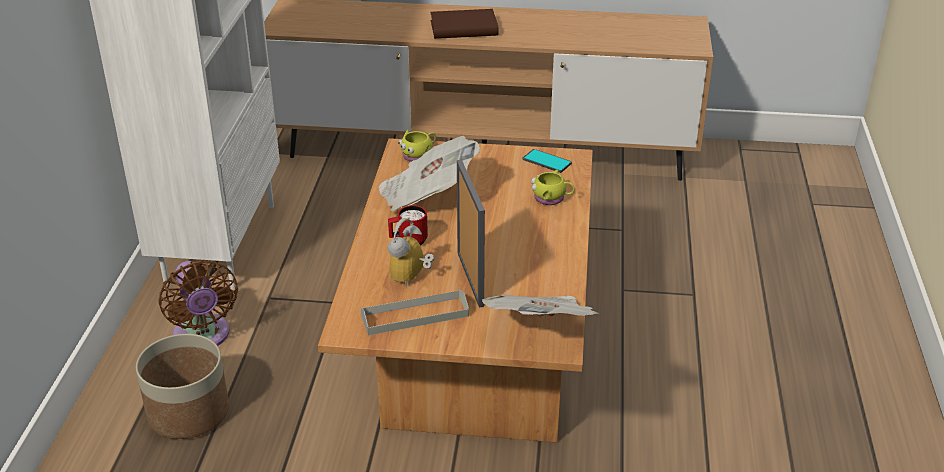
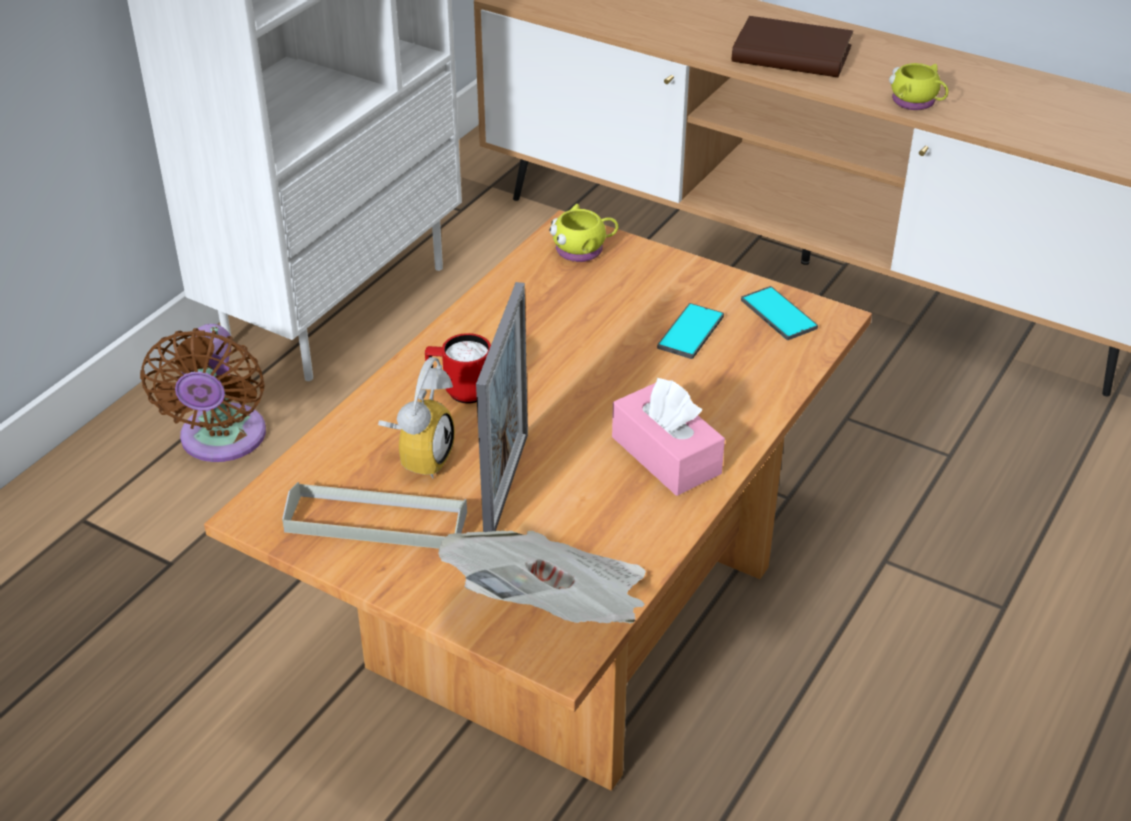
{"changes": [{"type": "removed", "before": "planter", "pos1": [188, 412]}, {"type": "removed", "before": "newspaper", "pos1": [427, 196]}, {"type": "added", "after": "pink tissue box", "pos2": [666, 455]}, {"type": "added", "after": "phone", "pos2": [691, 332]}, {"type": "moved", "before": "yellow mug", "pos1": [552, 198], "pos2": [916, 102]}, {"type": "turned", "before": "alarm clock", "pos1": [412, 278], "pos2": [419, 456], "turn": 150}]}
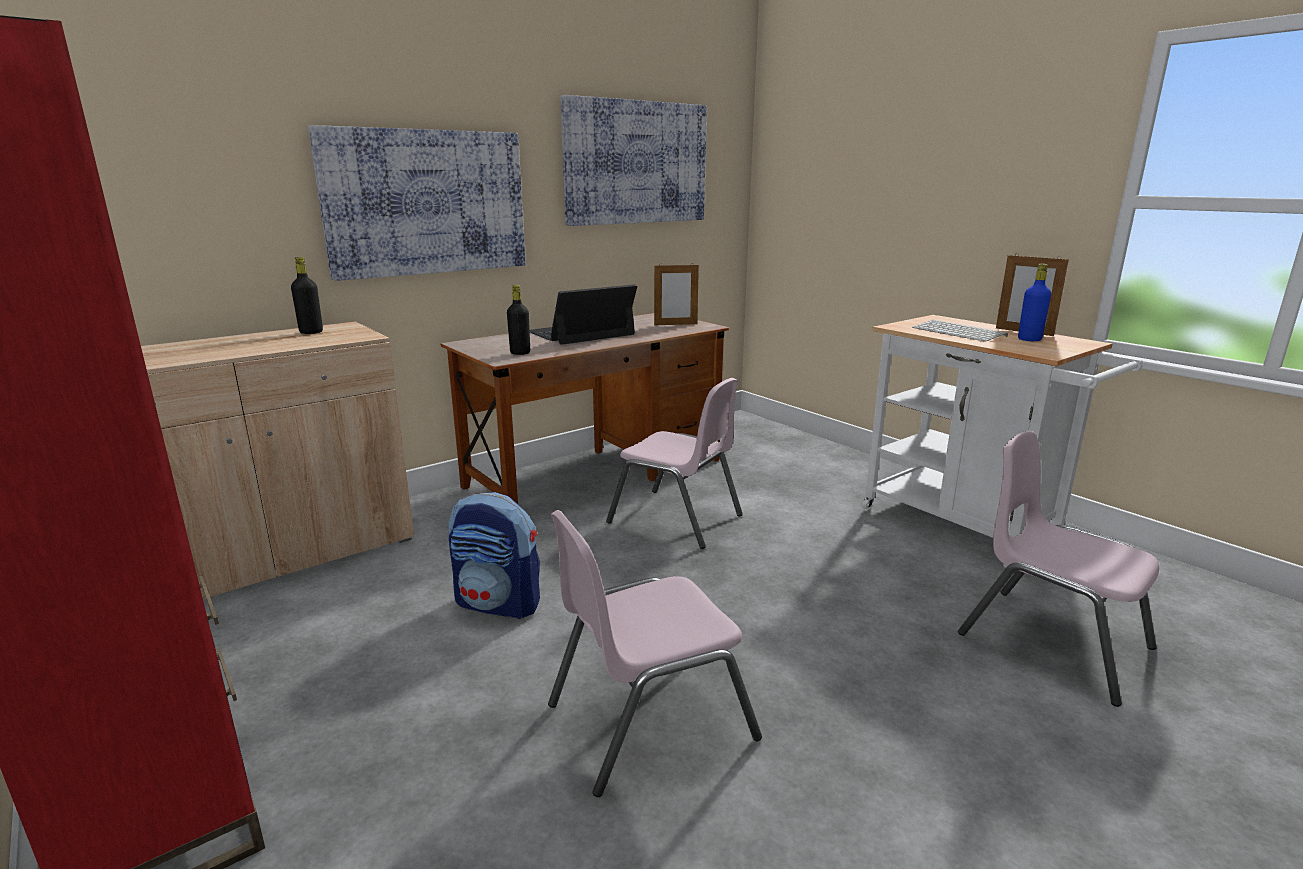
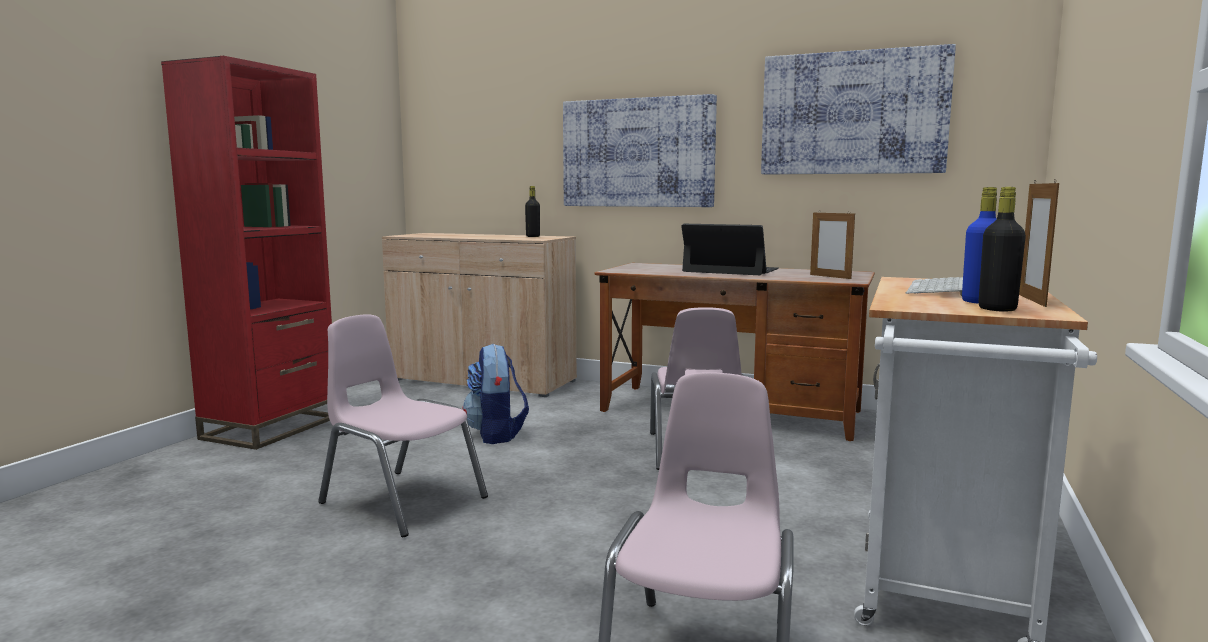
{"changes": [{"type": "moved", "before": "black bottle", "pos1": [520, 353], "pos2": [997, 309]}]}
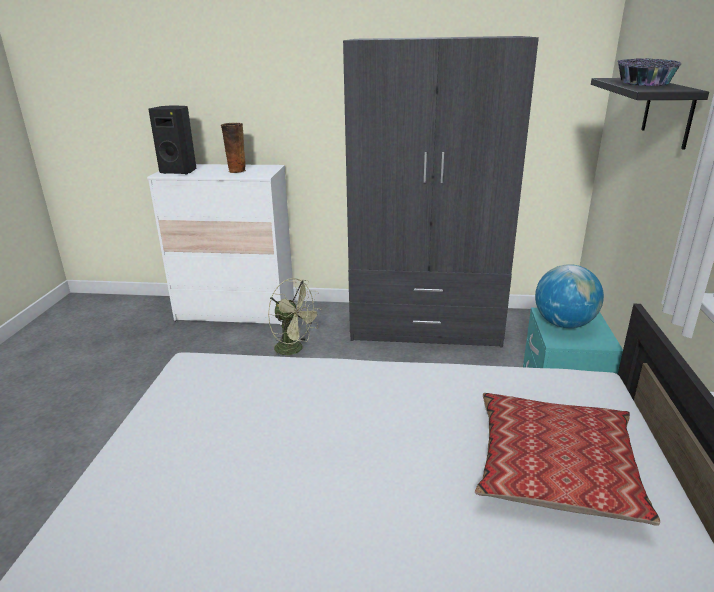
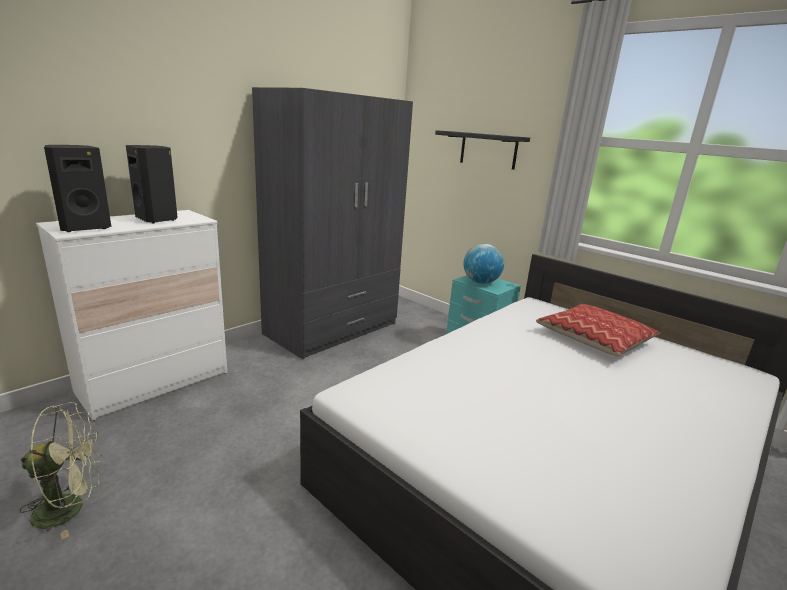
{"changes": [{"type": "removed", "before": "bowl", "pos1": [644, 84]}, {"type": "moved", "before": "green fan", "pos1": [294, 349], "pos2": [70, 508]}, {"type": "replaced", "before": "vase", "after": "black speaker", "pos1": [236, 171], "pos2": [158, 219]}]}
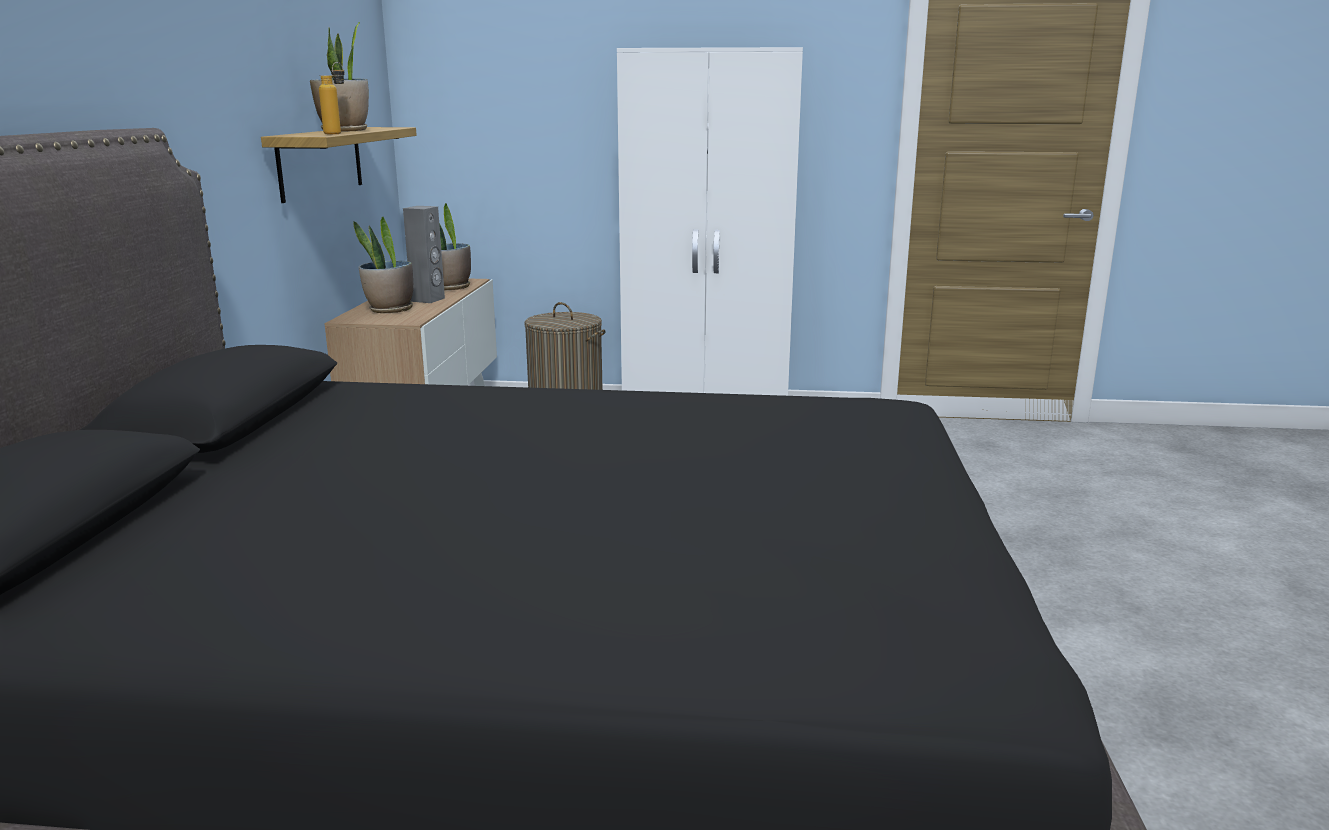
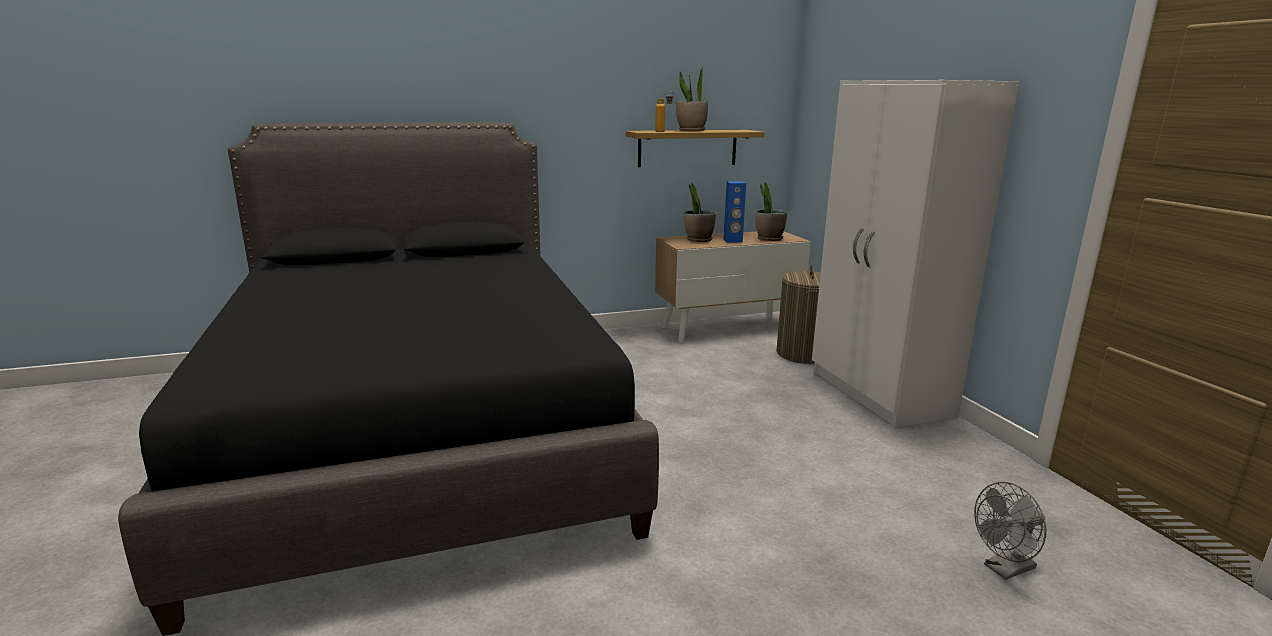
{"changes": [{"type": "added", "after": "grey fan", "pos2": [1004, 569]}, {"type": "recoloured", "before": "grey speaker", "after": "blue speaker", "pos1": [428, 300], "pos2": [733, 241]}]}
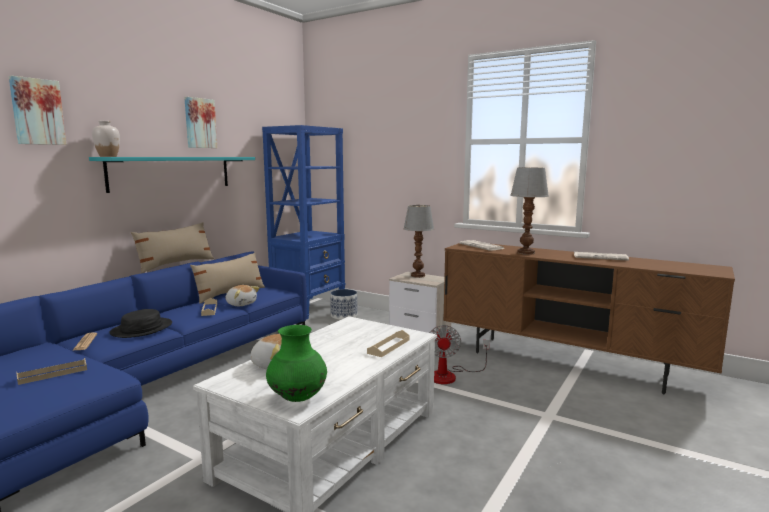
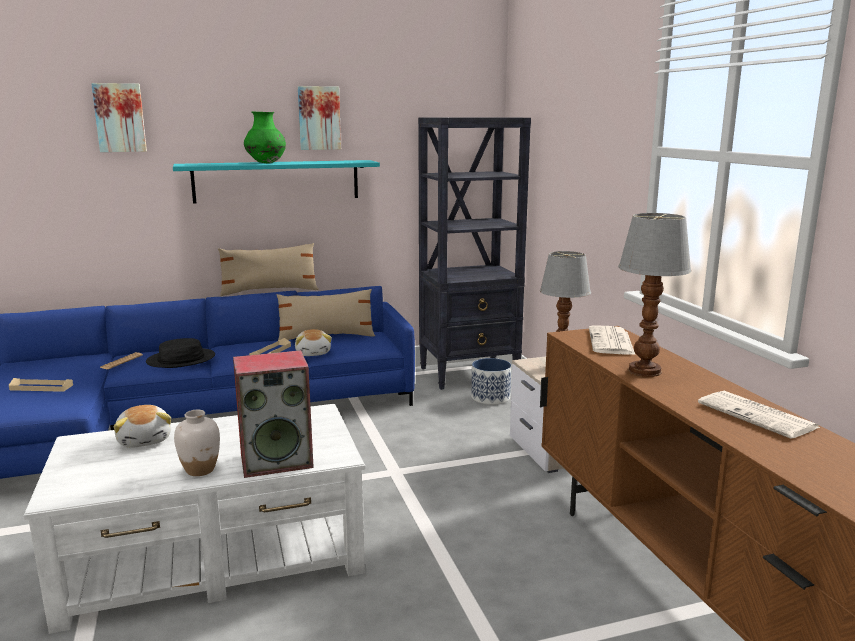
{"changes": [{"type": "removed", "before": "fan", "pos1": [450, 375]}, {"type": "moved", "before": "white vase", "pos1": [108, 156], "pos2": [200, 470]}, {"type": "moved", "before": "green vase", "pos1": [298, 398], "pos2": [266, 163]}, {"type": "replaced", "before": "beige tray", "after": "speaker", "pos1": [389, 346], "pos2": [277, 460]}, {"type": "recoloured", "before": "blue bookcase", "after": "black bookcase", "pos1": [309, 307], "pos2": [469, 374]}]}
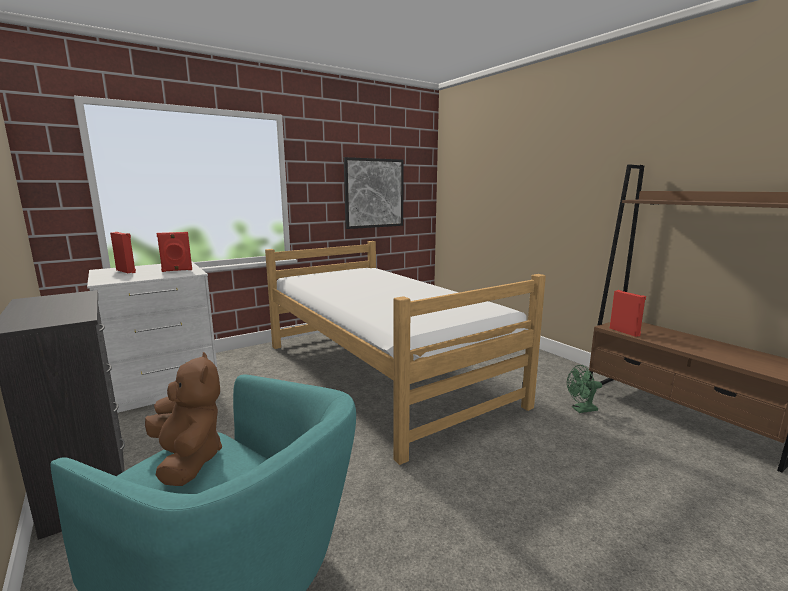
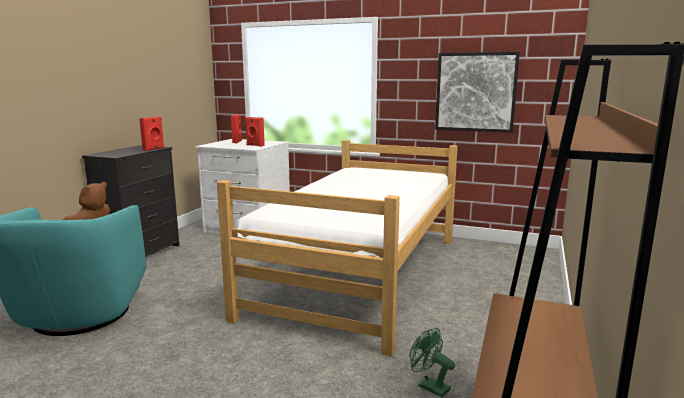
{"changes": [{"type": "moved", "before": "red speaker", "pos1": [625, 332], "pos2": [154, 149]}]}
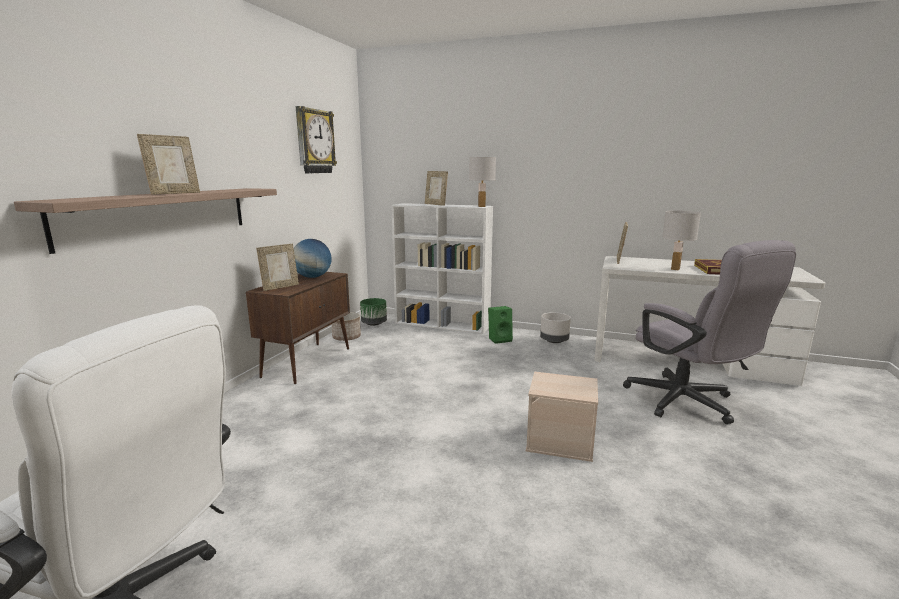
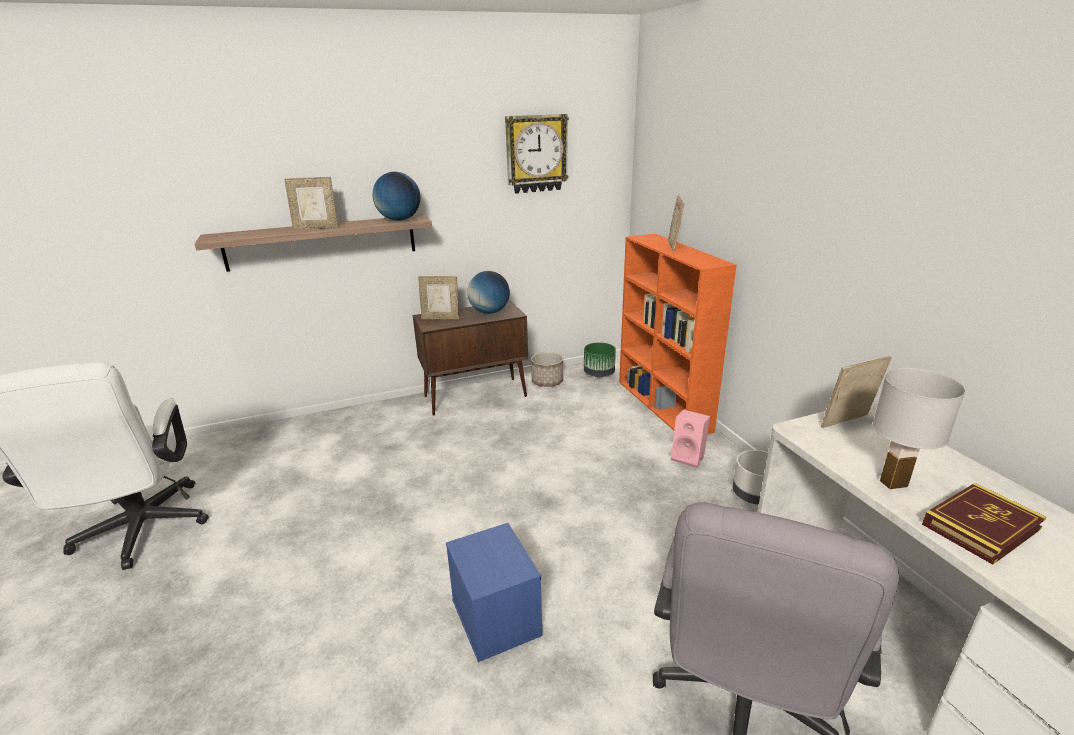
{"changes": [{"type": "removed", "before": "white table lamp", "pos1": [482, 206]}, {"type": "added", "after": "globe", "pos2": [399, 220]}, {"type": "recoloured", "before": "white bookcase", "after": "orange bookcase", "pos1": [443, 324], "pos2": [664, 406]}, {"type": "recoloured", "before": "green speaker", "after": "pink speaker", "pos1": [500, 339], "pos2": [689, 457]}, {"type": "recoloured", "before": "beige storage box", "after": "blue storage box", "pos1": [561, 441], "pos2": [497, 618]}]}
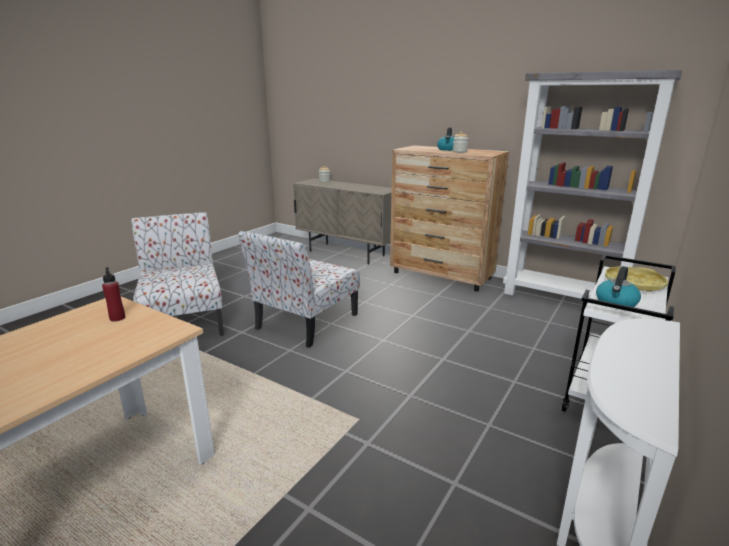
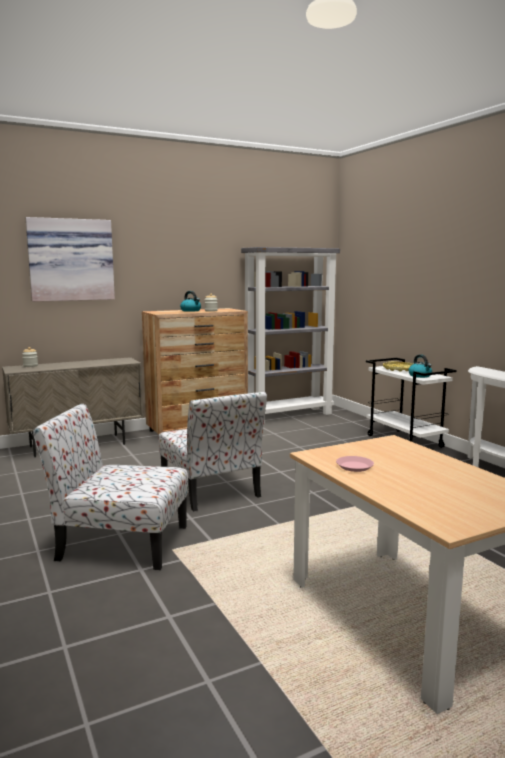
{"changes": [{"type": "removed", "before": "red bottle", "pos1": [117, 318]}, {"type": "added", "after": "picture", "pos2": [71, 260]}, {"type": "added", "after": "pink plate", "pos2": [354, 466]}]}
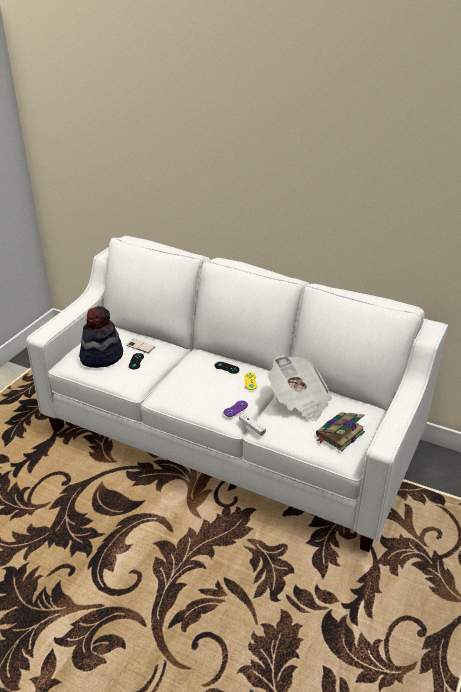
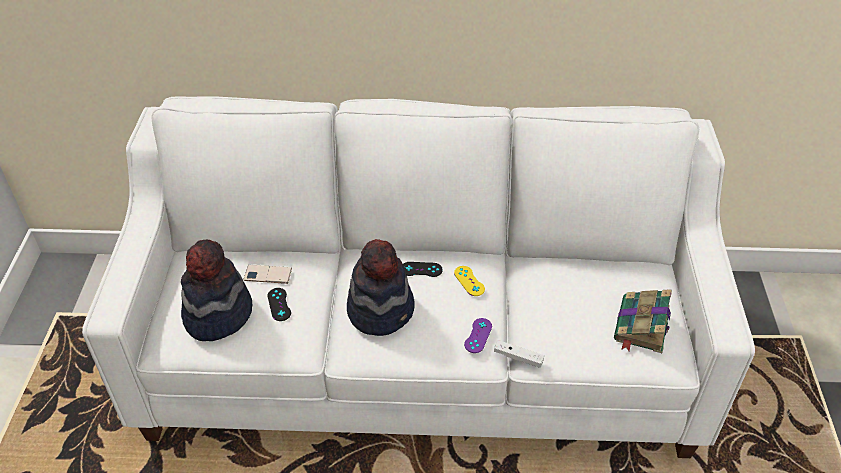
{"changes": [{"type": "removed", "before": "newspaper", "pos1": [299, 401]}, {"type": "added", "after": "hat", "pos2": [381, 309]}]}
